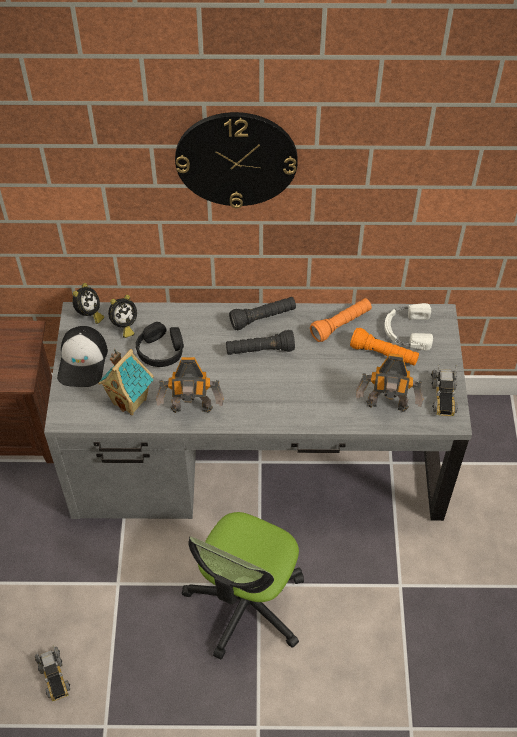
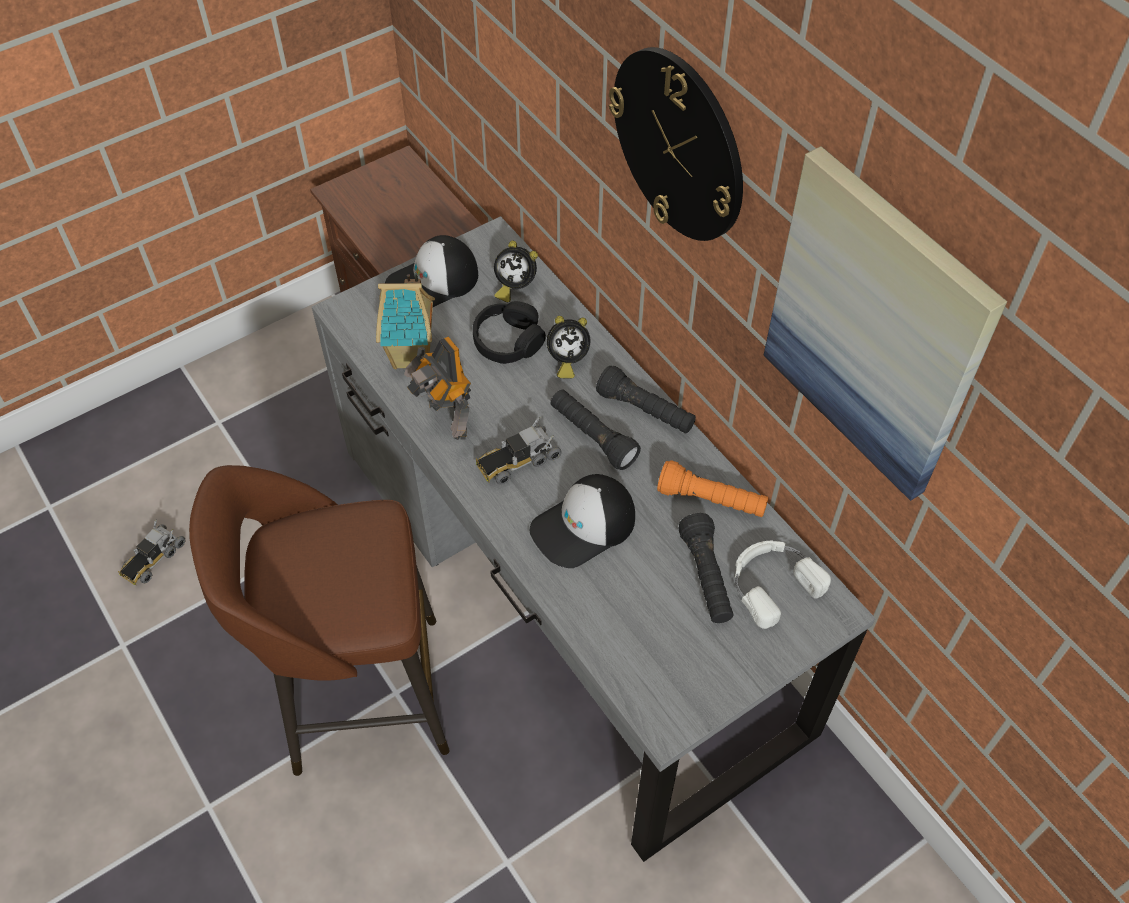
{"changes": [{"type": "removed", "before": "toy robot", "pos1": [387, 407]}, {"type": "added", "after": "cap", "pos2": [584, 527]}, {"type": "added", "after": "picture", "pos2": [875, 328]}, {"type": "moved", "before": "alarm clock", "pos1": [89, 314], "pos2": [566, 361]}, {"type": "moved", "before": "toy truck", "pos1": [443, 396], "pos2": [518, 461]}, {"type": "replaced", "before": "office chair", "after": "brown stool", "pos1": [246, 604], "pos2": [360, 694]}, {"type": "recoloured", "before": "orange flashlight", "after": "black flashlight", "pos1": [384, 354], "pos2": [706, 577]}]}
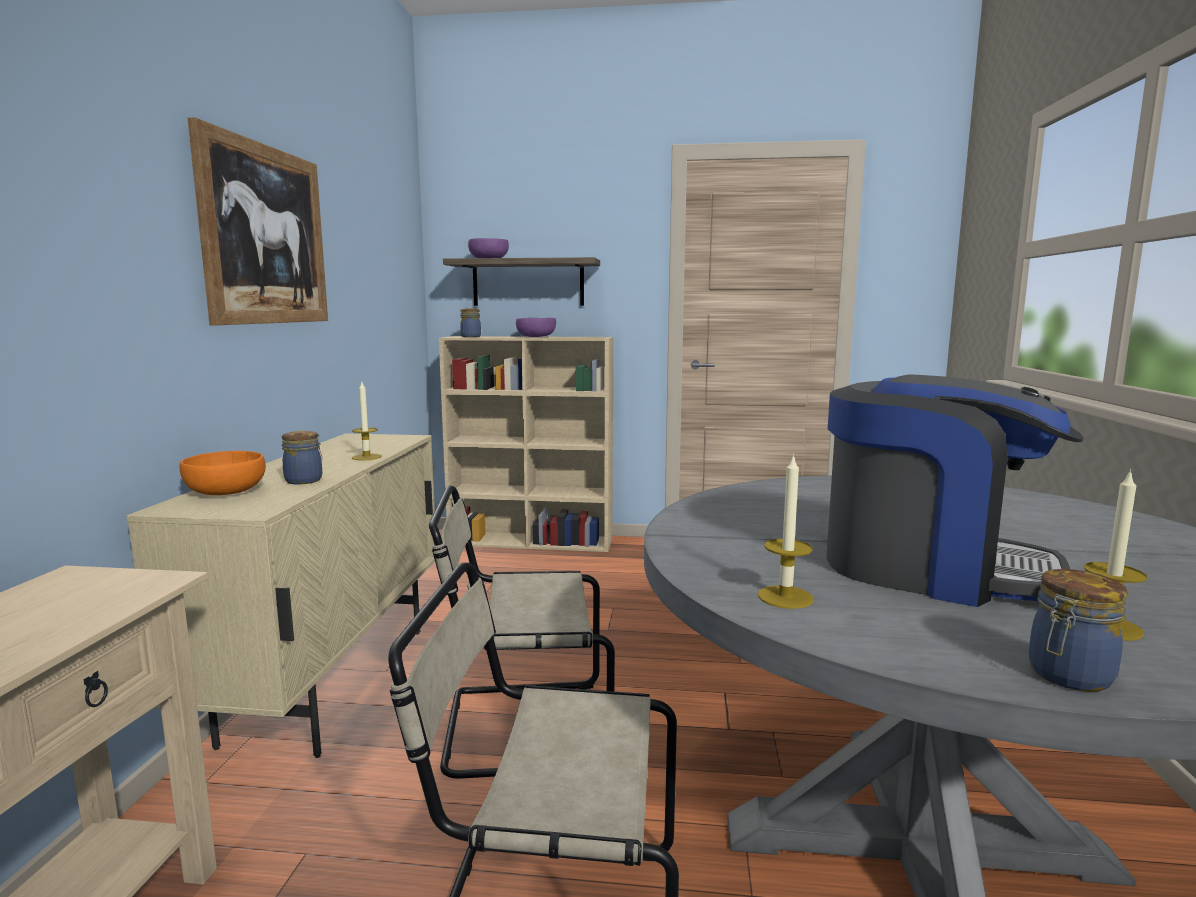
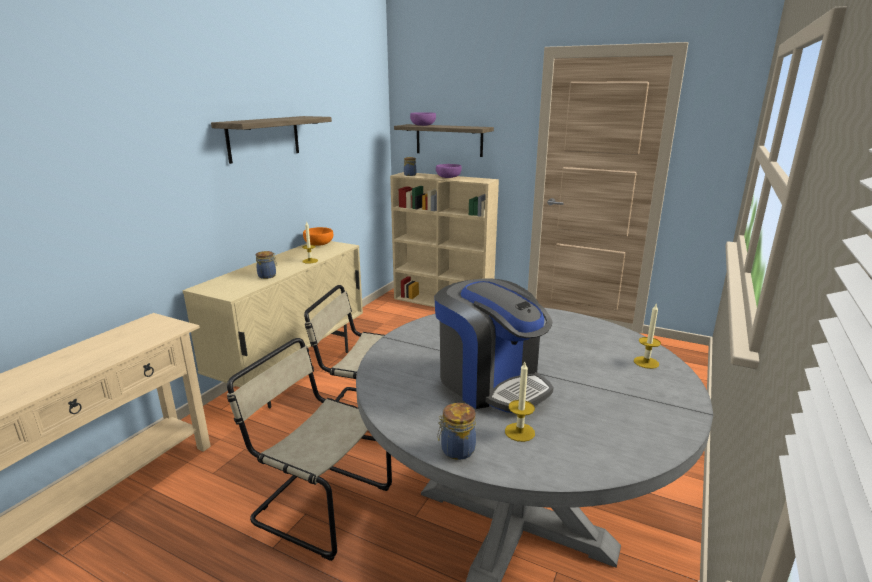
{"changes": [{"type": "moved", "before": "orange bowl", "pos1": [225, 492], "pos2": [318, 244]}, {"type": "moved", "before": "candle", "pos1": [785, 597], "pos2": [646, 362]}, {"type": "replaced", "before": "picture", "after": "shelf", "pos1": [265, 235], "pos2": [264, 138]}]}
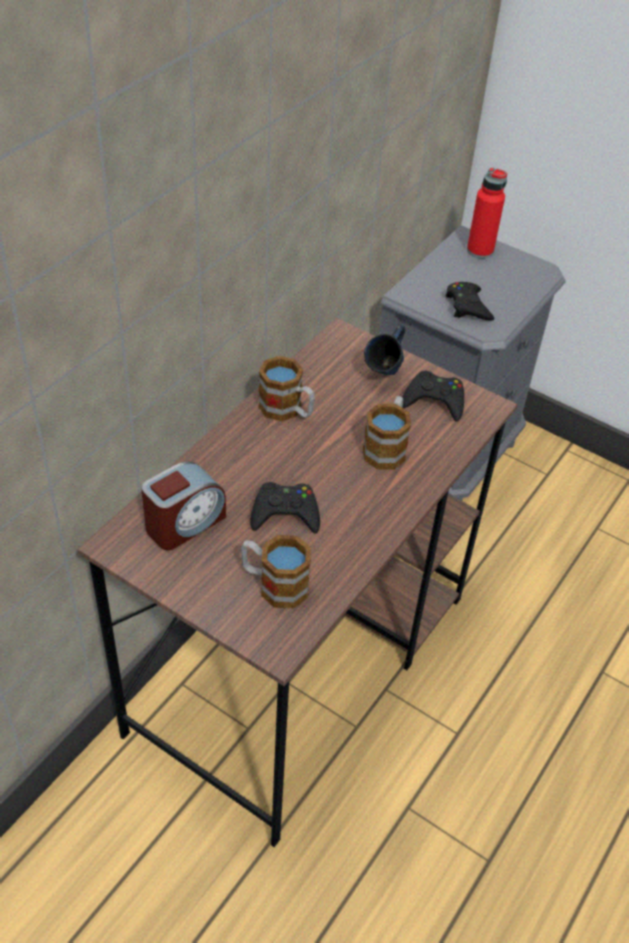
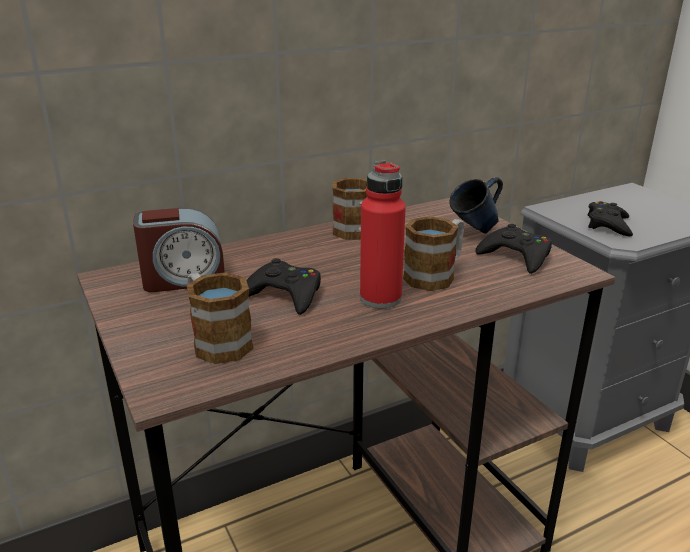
{"changes": [{"type": "moved", "before": "red bottle", "pos1": [480, 250], "pos2": [380, 298]}]}
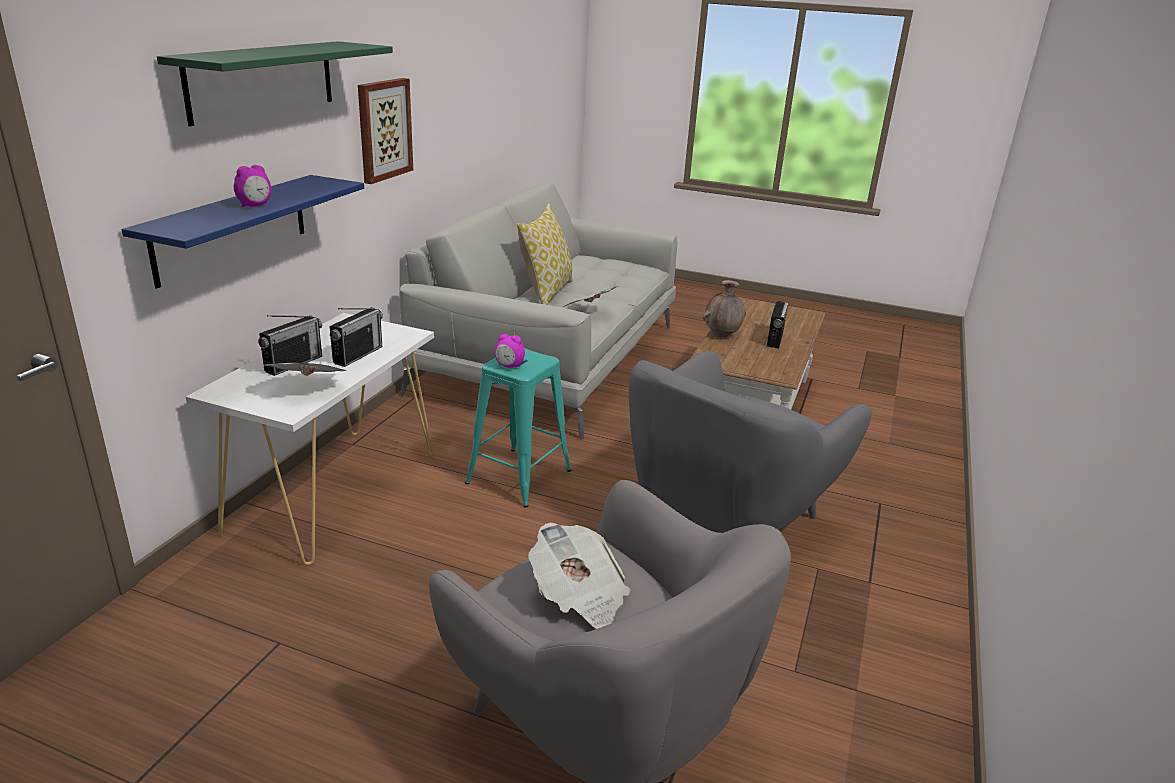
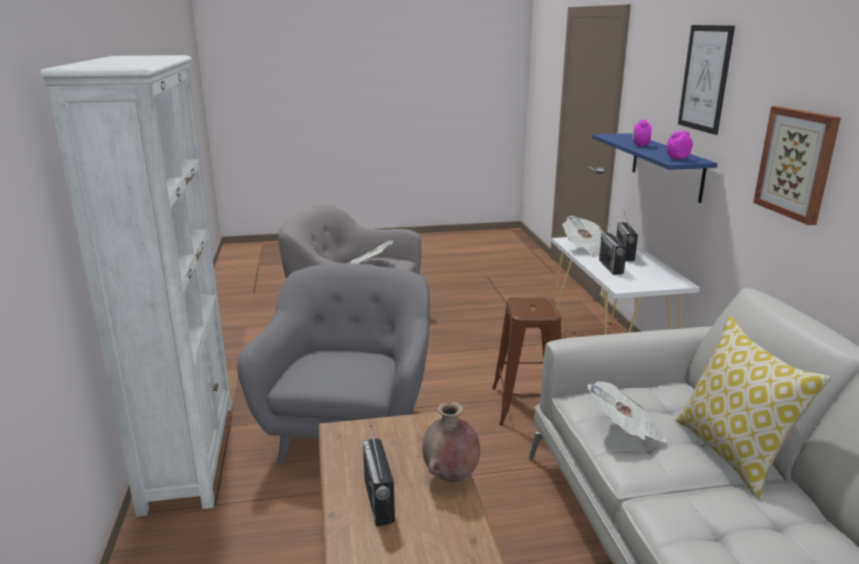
{"changes": [{"type": "added", "after": "white bookcase", "pos2": [190, 453]}, {"type": "moved", "before": "alarm clock", "pos1": [509, 366], "pos2": [677, 159]}, {"type": "replaced", "before": "green shelf", "after": "picture", "pos1": [262, 80], "pos2": [705, 78]}, {"type": "recoloured", "before": "turquoise stool", "after": "brown stool", "pos1": [519, 477], "pos2": [526, 405]}]}
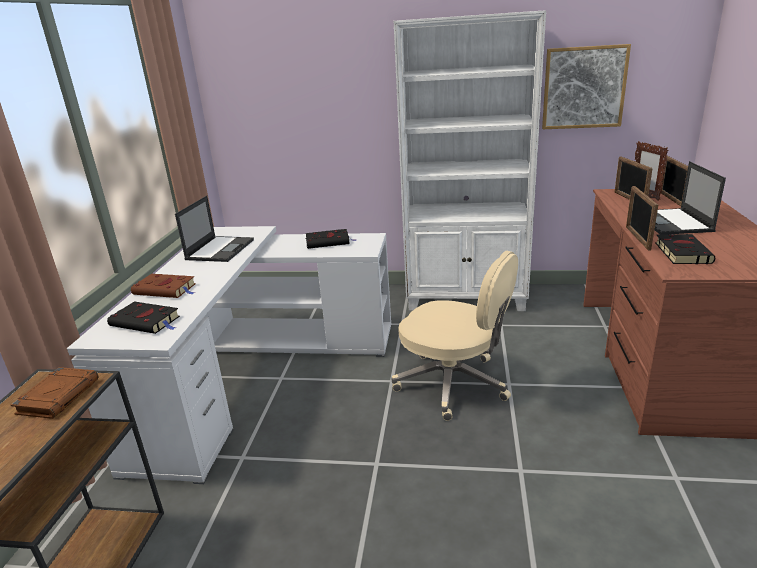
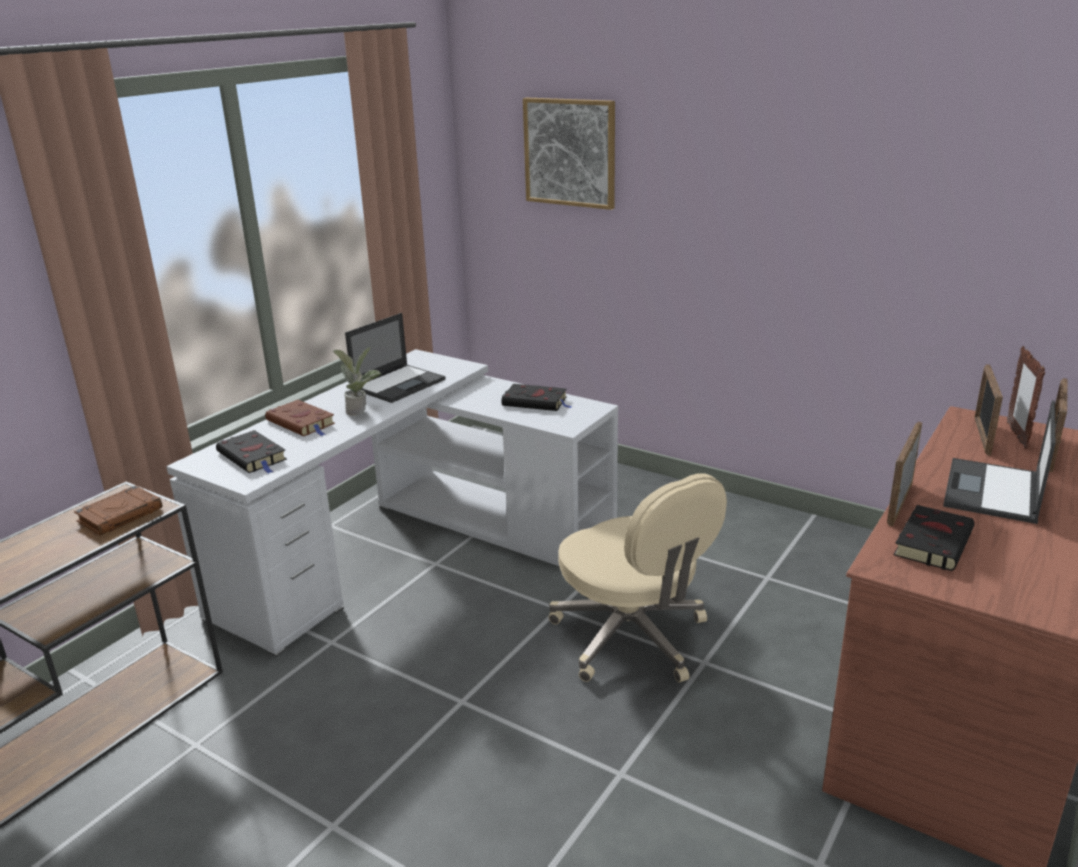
{"changes": [{"type": "removed", "before": "white bookcase", "pos1": [467, 298]}, {"type": "added", "after": "potted plant", "pos2": [361, 410]}, {"type": "moved", "before": "picture", "pos1": [584, 87], "pos2": [570, 152]}]}
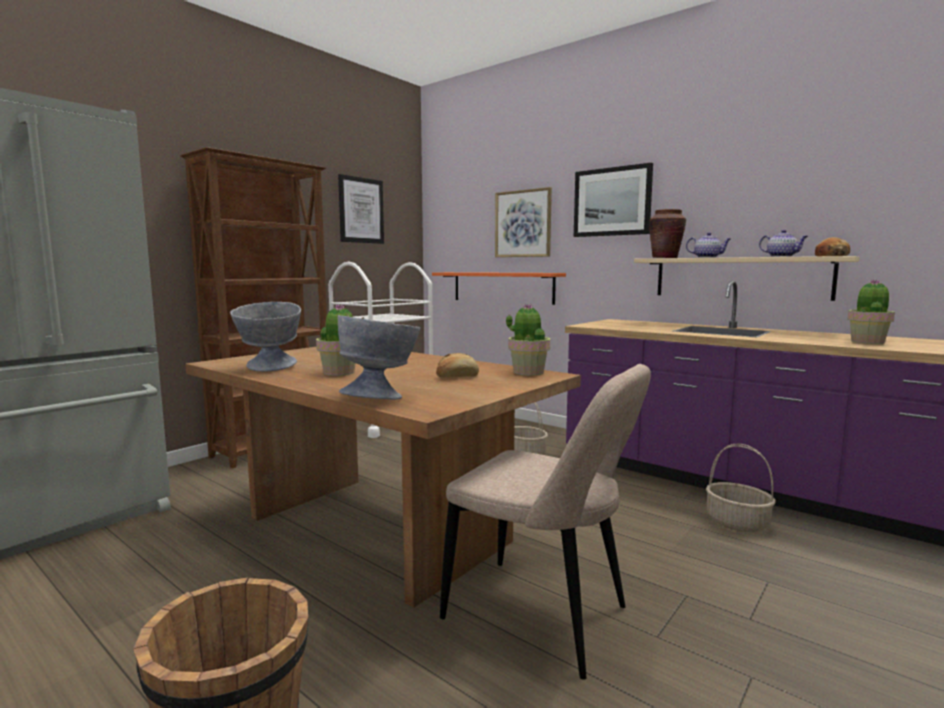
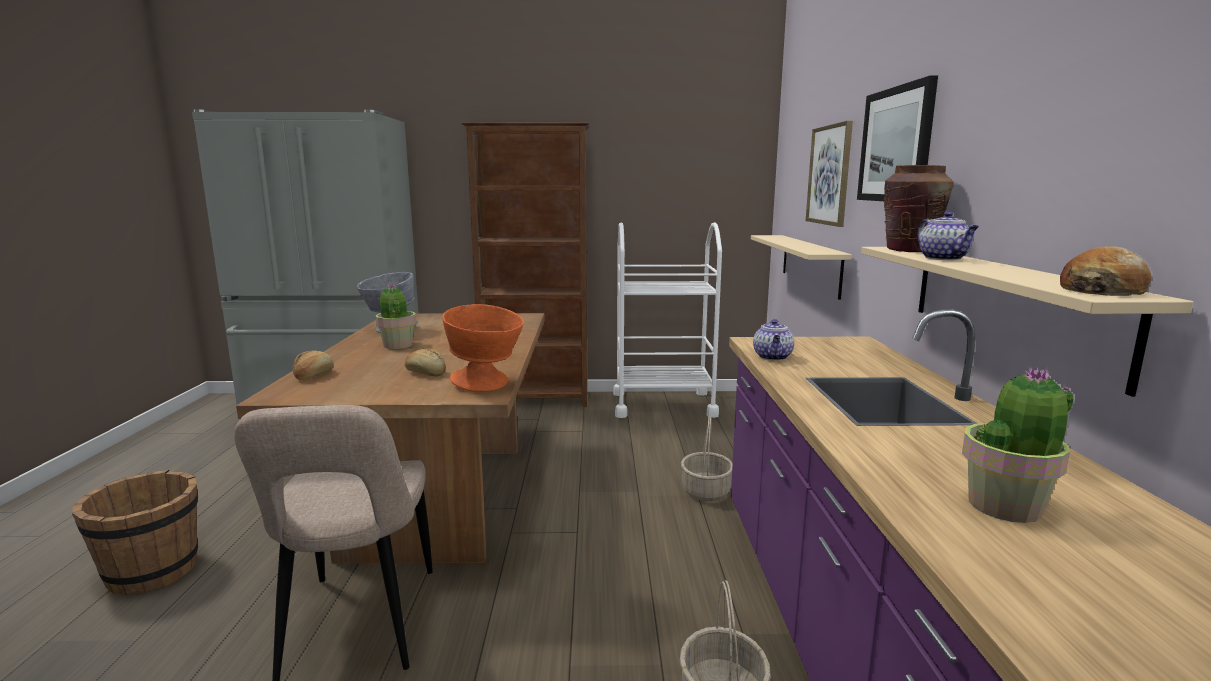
{"changes": [{"type": "removed", "before": "picture", "pos1": [361, 210]}, {"type": "moved", "before": "teapot", "pos1": [782, 256], "pos2": [773, 357]}, {"type": "replaced", "before": "grey bowl", "after": "bread", "pos1": [381, 397], "pos2": [313, 375]}, {"type": "replaced", "before": "potted plant", "after": "orange bowl", "pos1": [528, 372], "pos2": [486, 386]}, {"type": "recoloured", "before": "orange shelf", "after": "beige shelf", "pos1": [502, 287], "pos2": [810, 264]}]}
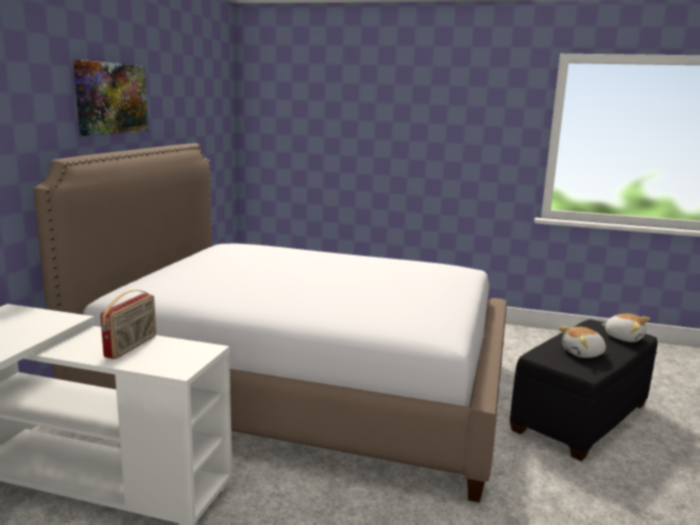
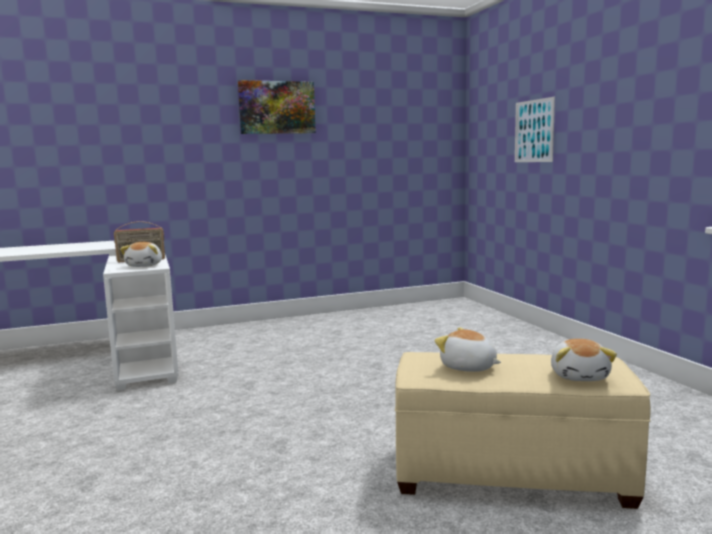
{"changes": [{"type": "removed", "before": "bed", "pos1": [304, 387]}, {"type": "added", "after": "plush toy", "pos2": [145, 265]}, {"type": "added", "after": "picture", "pos2": [534, 131]}, {"type": "recoloured", "before": "black ottoman", "after": "beige ottoman", "pos1": [580, 417], "pos2": [511, 473]}]}
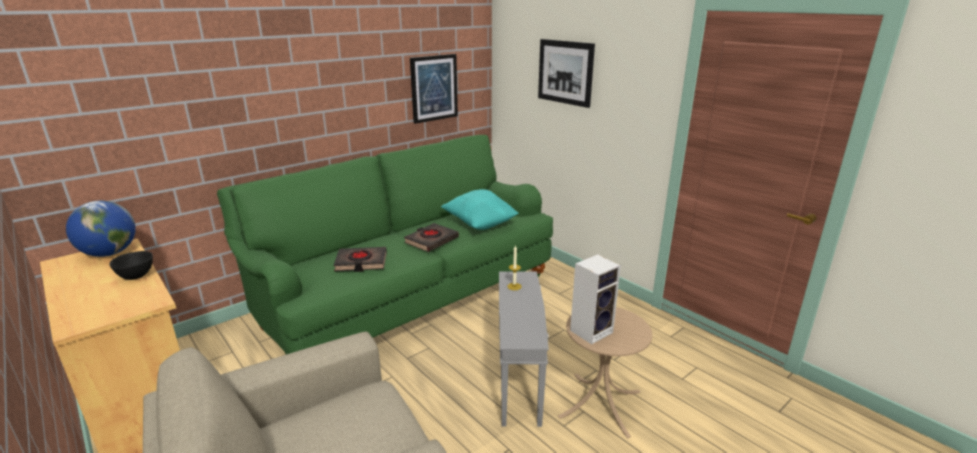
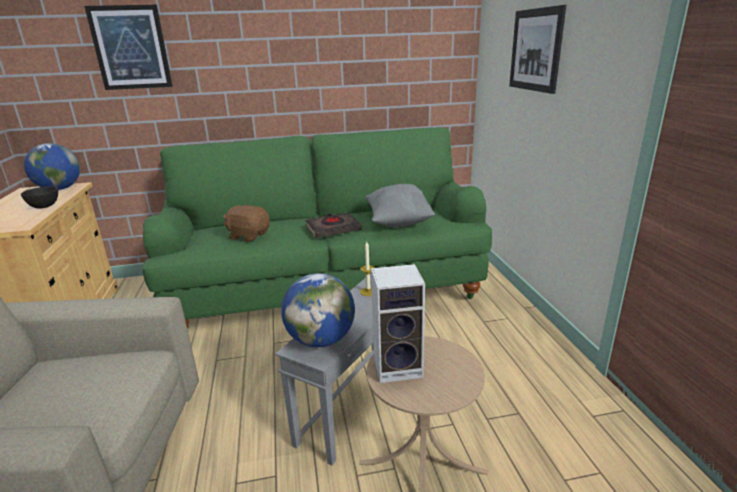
{"changes": [{"type": "added", "after": "globe", "pos2": [320, 340]}, {"type": "moved", "before": "picture", "pos1": [434, 88], "pos2": [131, 48]}, {"type": "replaced", "before": "black book", "after": "brown plush toy", "pos1": [361, 262], "pos2": [248, 236]}, {"type": "recoloured", "before": "turquoise pillow", "after": "grey pillow", "pos1": [479, 224], "pos2": [398, 222]}]}
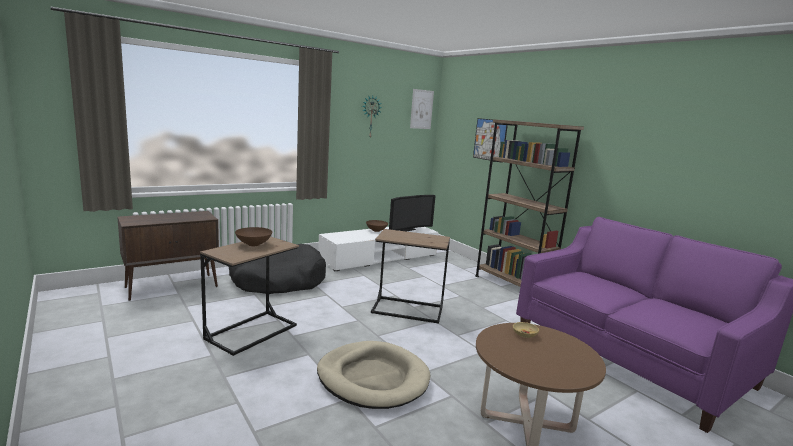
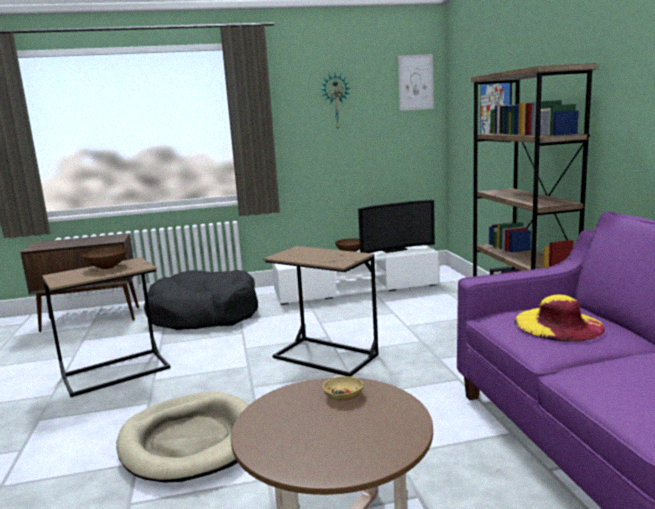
{"changes": [{"type": "added", "after": "yellow hat", "pos2": [558, 324]}]}
